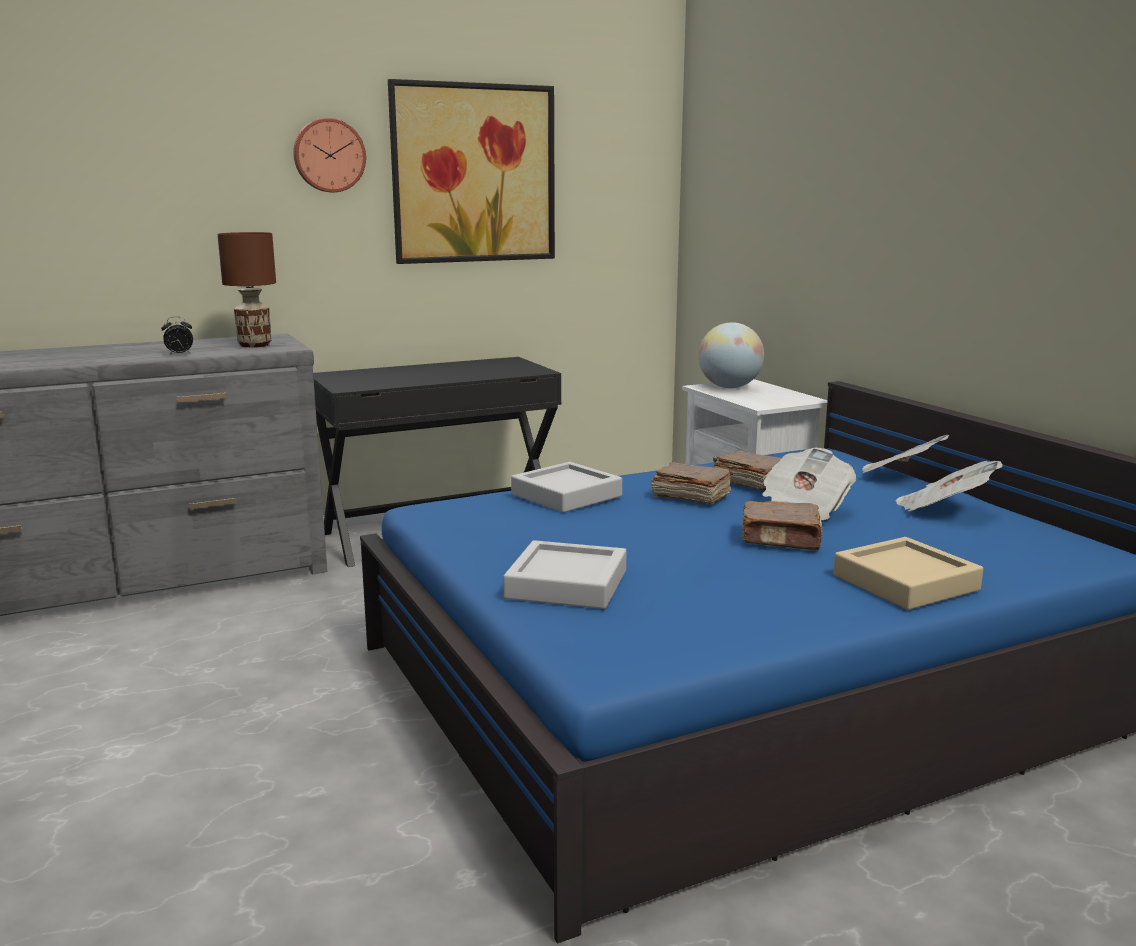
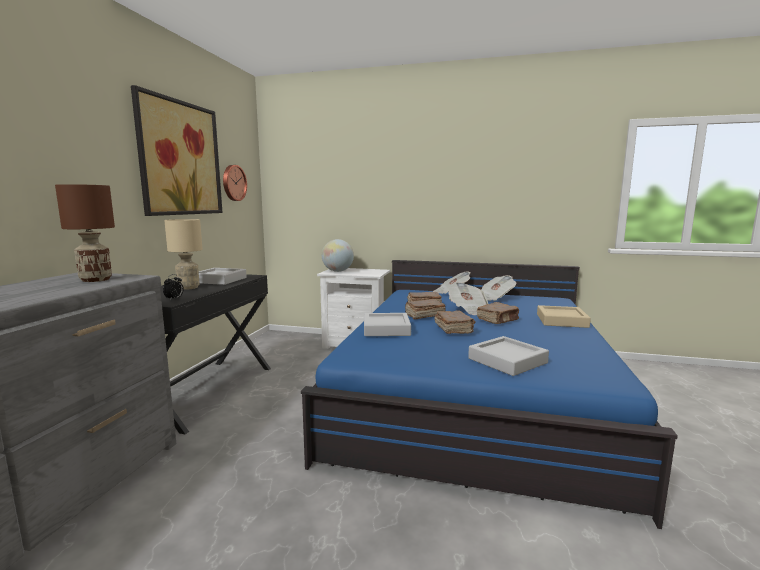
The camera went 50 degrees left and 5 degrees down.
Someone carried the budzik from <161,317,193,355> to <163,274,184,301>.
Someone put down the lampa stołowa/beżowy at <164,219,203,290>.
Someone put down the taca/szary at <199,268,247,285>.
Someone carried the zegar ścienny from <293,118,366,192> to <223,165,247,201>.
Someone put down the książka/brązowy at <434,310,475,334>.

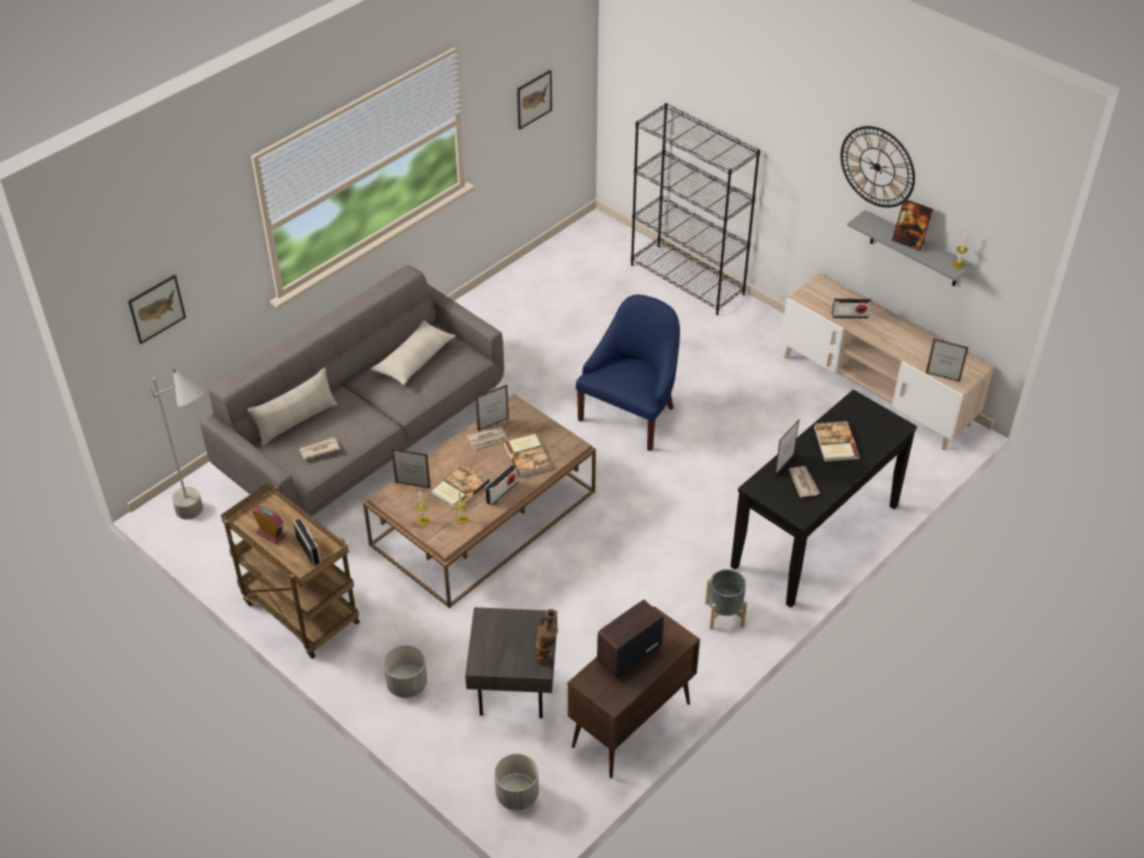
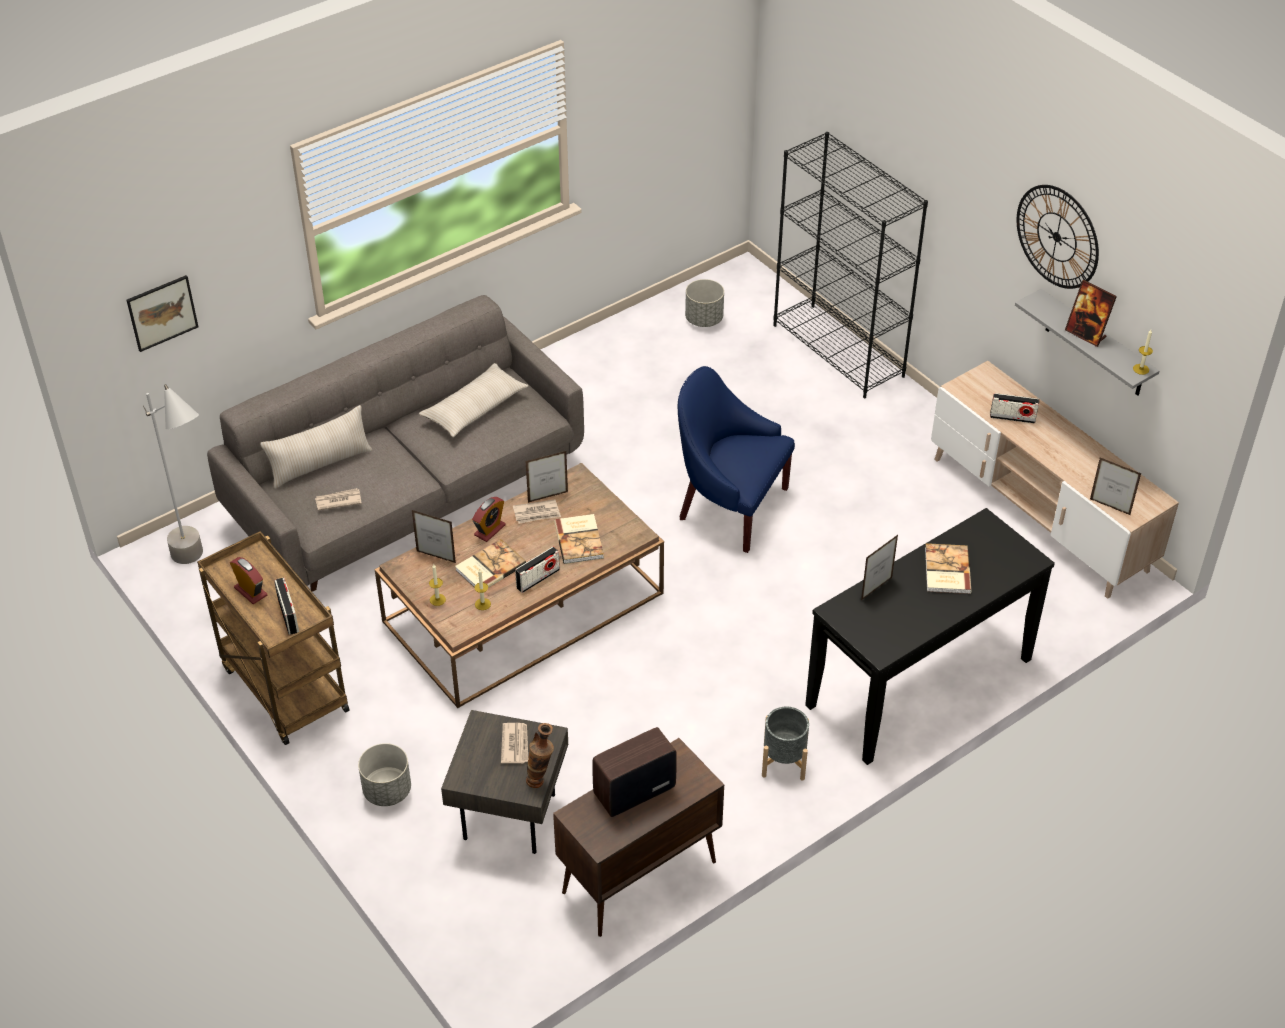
The camera went 10 degrees right and 0 degrees up.
Someone put down the budzik at <472,497,506,542>.
Someone carried the gazeta from <789,466,820,497> to <501,723,528,764>.
Someone rotated the fotel/niebieski at <576,295,680,451> by 105 degrees counterclockwise.
Someone carried the donica/szary from <494,754,539,810> to <685,279,724,327>.
Someone took away the obraz at <517,70,552,129>.

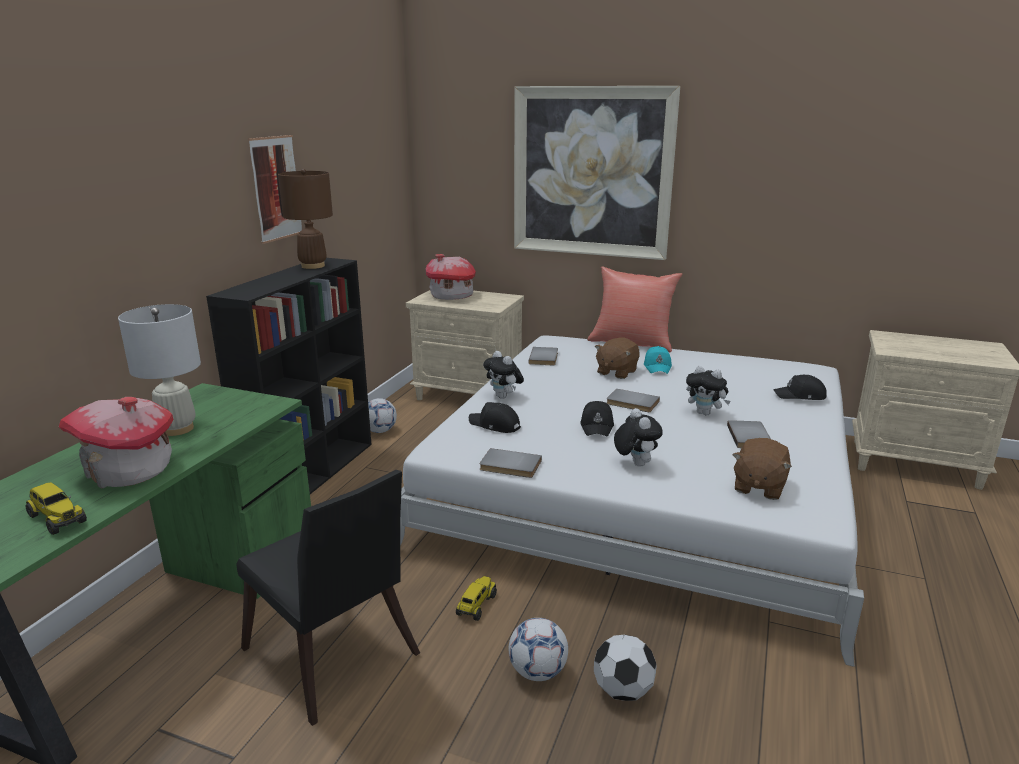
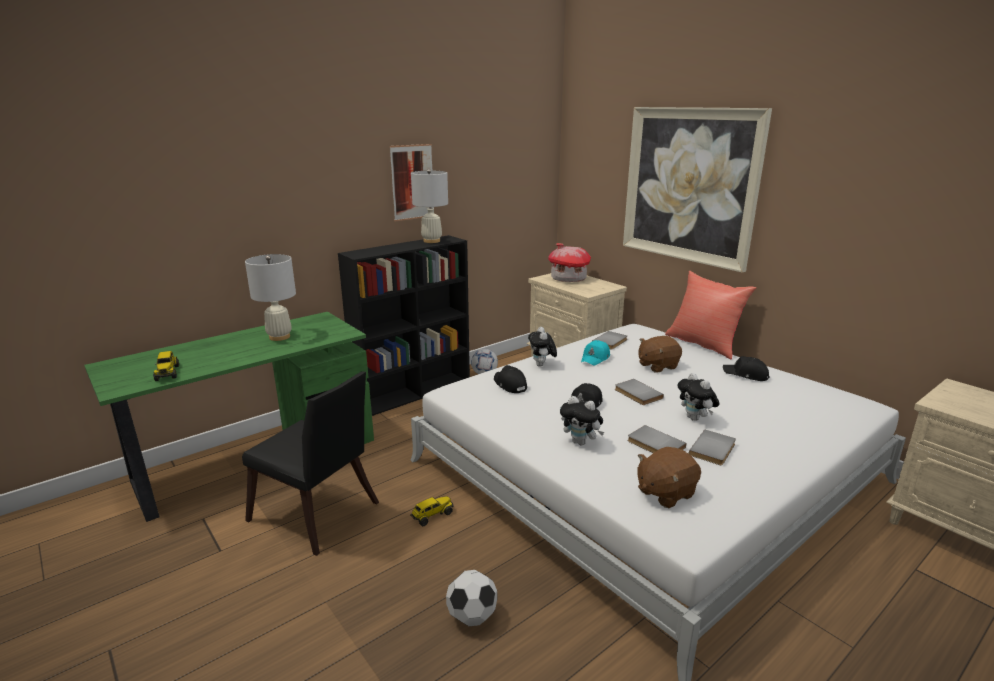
The camera went 30 degrees right and 0 degrees up.
Someone rotated the krzesło/czarny at <236,470,420,726> by 45 degrees counterclockwise.
Someone repainted the lampa stołowa/brązowy at <278,169,333,269>, which became the lampa stołowa/biały at <411,169,448,243>.
Someone rotated the pluszak at <614,408,662,467> by 105 degrees clockwise.
Someone carried the czapka z daszkiem/turkusowy from <644,346,672,374> to <581,340,610,366>.
Someone carried the książka/szary from <480,448,542,478> to <627,425,686,453>.
Someone carried the czapka z daszkiem/czarny from <773,375,827,400> to <723,356,770,381>.
Someone took away the domek at <59,397,174,488>.
Someone took away the piłka futbolowa at <508,618,568,681>.

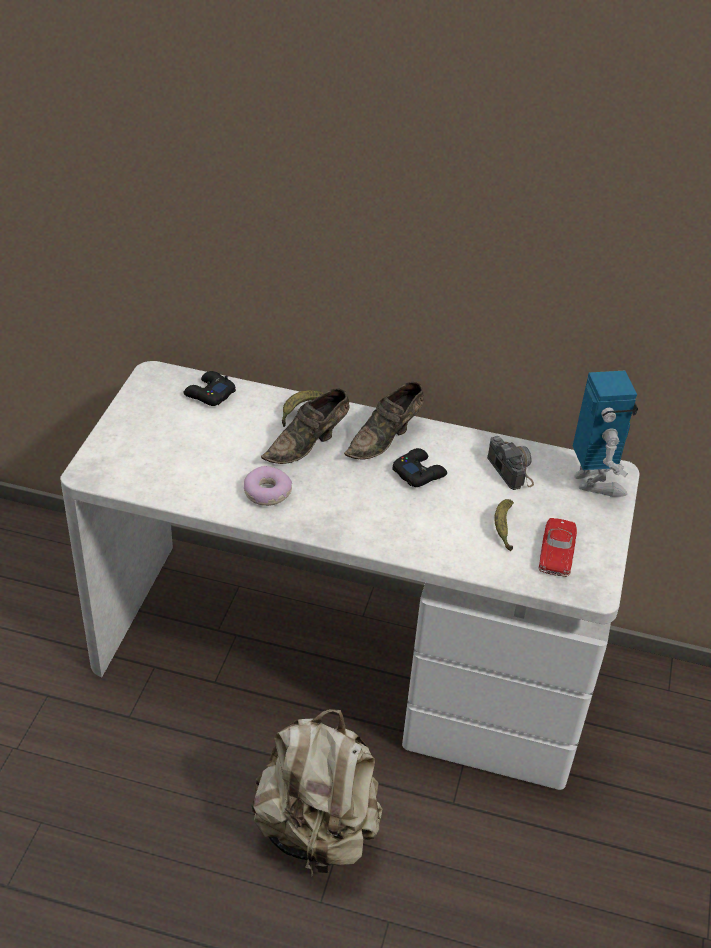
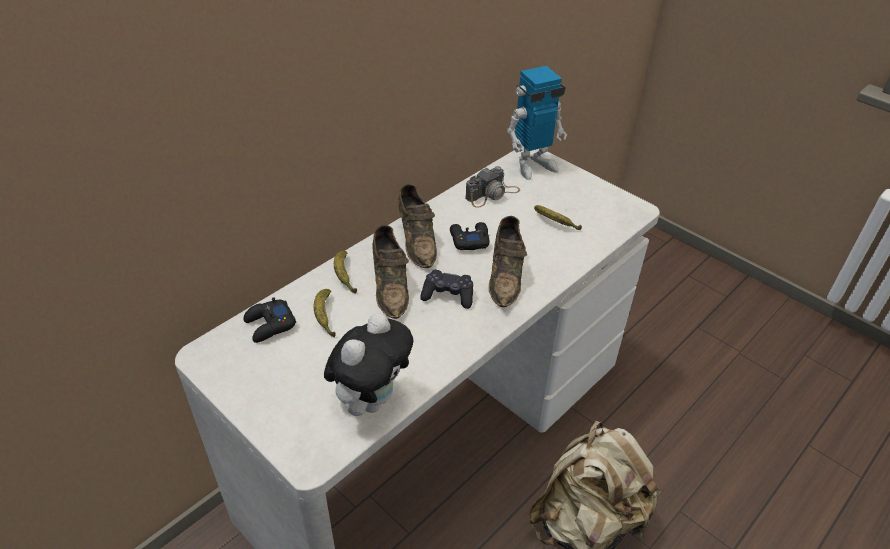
The camera went 60 degrees left and 0 degrees up.
Someone put down the banan at <314,289,336,337>.
Someone put down the pluszak at <324,313,413,416>.
Someone put down the pad do gier/czarny at <420,270,473,309>.
Someone rotated the aparat fotograficzny at <487,436,534,490> by 135 degrees clockwise.
Someone put down the but/brązowy at <489,216,527,307>.
Someone rotated the robot zabawkowy at <573,371,638,497> by 135 degrees clockwise.
Someone took away the donut at <244,466,292,506>.
Someone took away the samochodzik/czerwony at <538,518,577,577>.

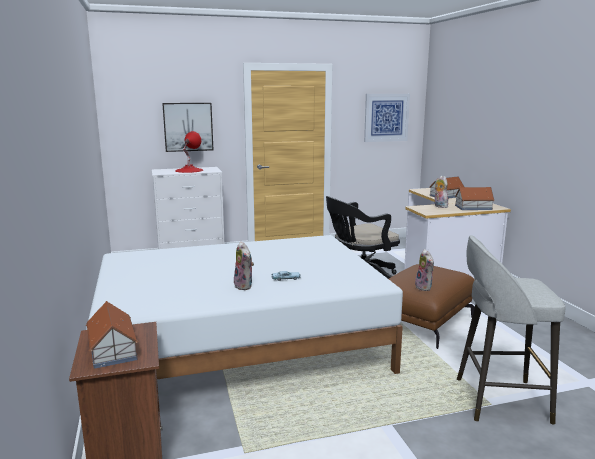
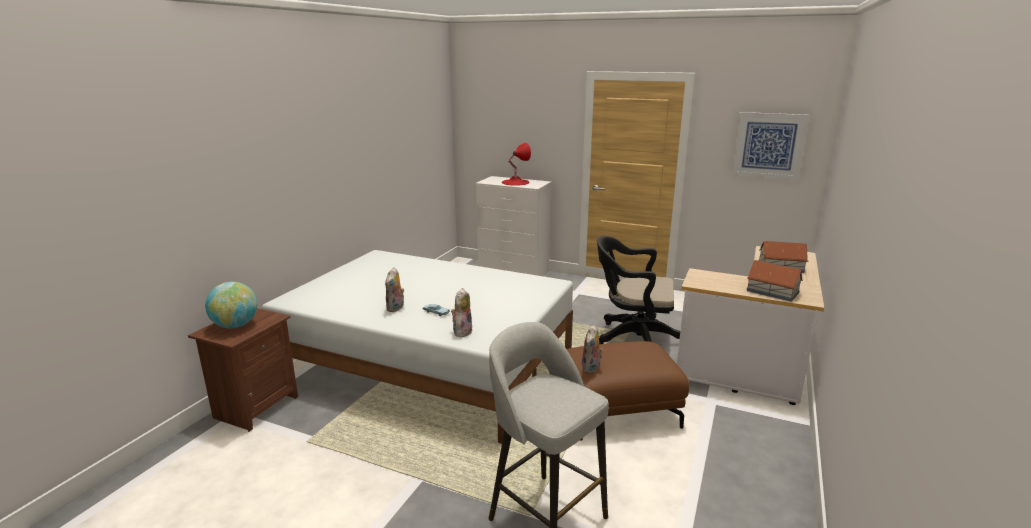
The camera went 40 degrees right and 5 degrees up.
Someone swapped the domek at <86,301,139,369> for the globus at <205,282,257,328>.
Someone carried the pluszak from <435,176,448,208> to <451,288,473,337>.
Someone took away the obraz at <162,103,213,152>.

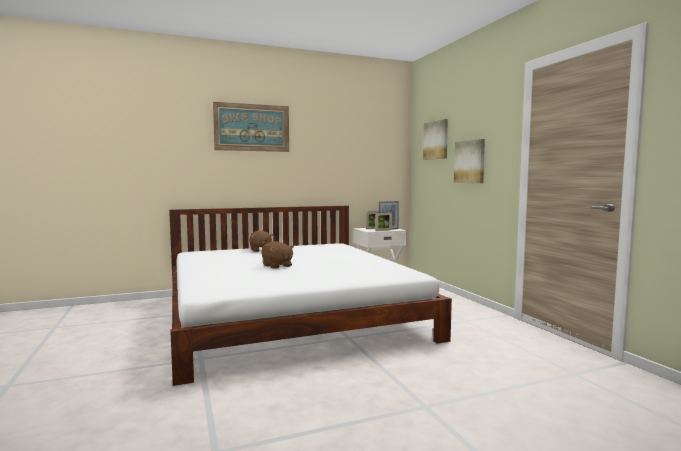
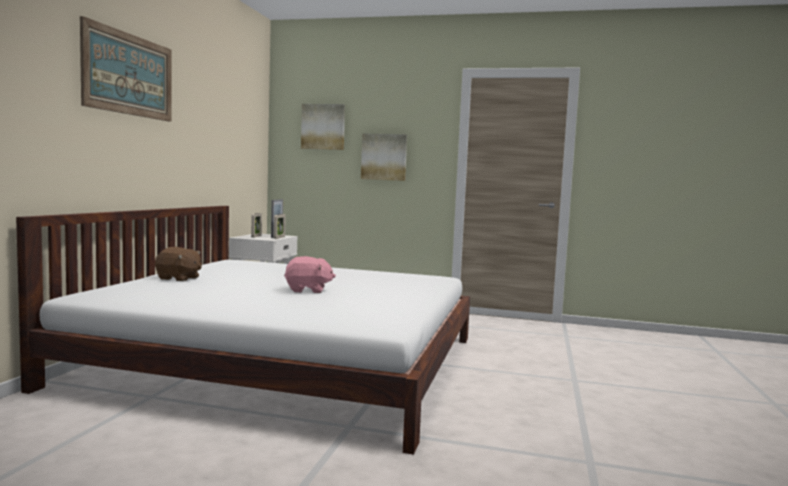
The camera went 55 degrees left and 0 degrees up.
Someone repainted the pluszak/brązowy at <262,241,294,269>, which became the pluszak/różowy at <284,256,336,293>.

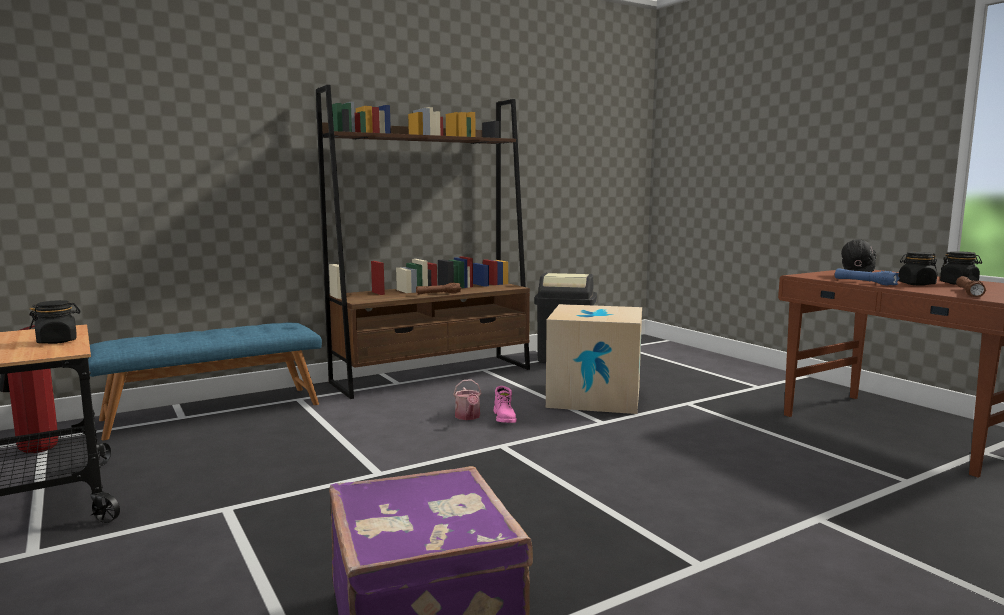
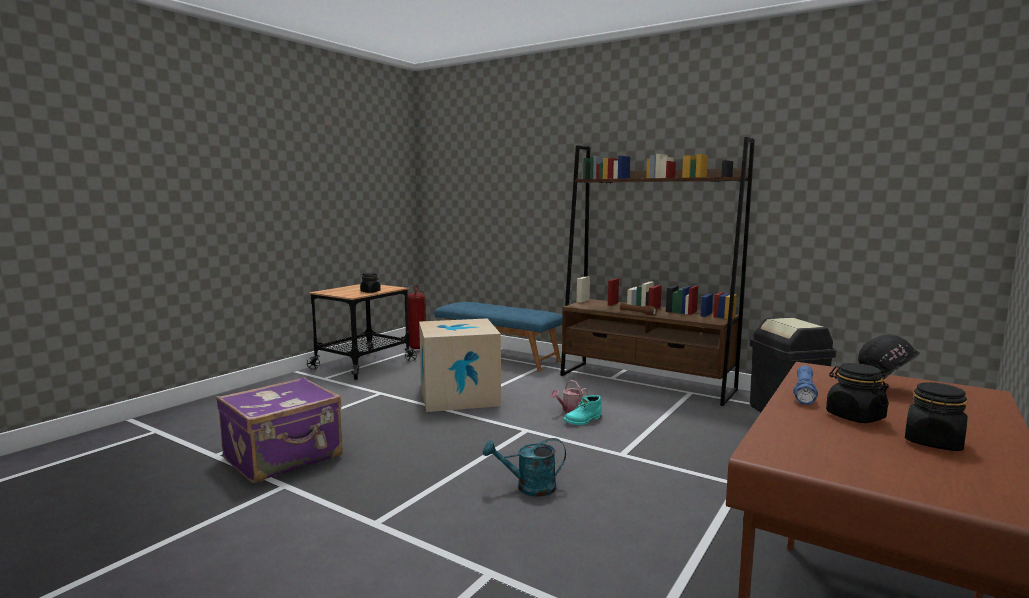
The camera went 65 degrees right and 0 degrees up.
Someone carried the karton from <546,304,642,414> to <419,318,501,412>.
Someone put down the konewka/turkusowy at <483,438,566,497>.
Someone repainted the but z cholewką/różowy at <494,386,517,423>, which became the but z cholewką/turkusowy at <564,395,602,425>.
Someone took away the latarka/brązowy at <956,276,986,297>.

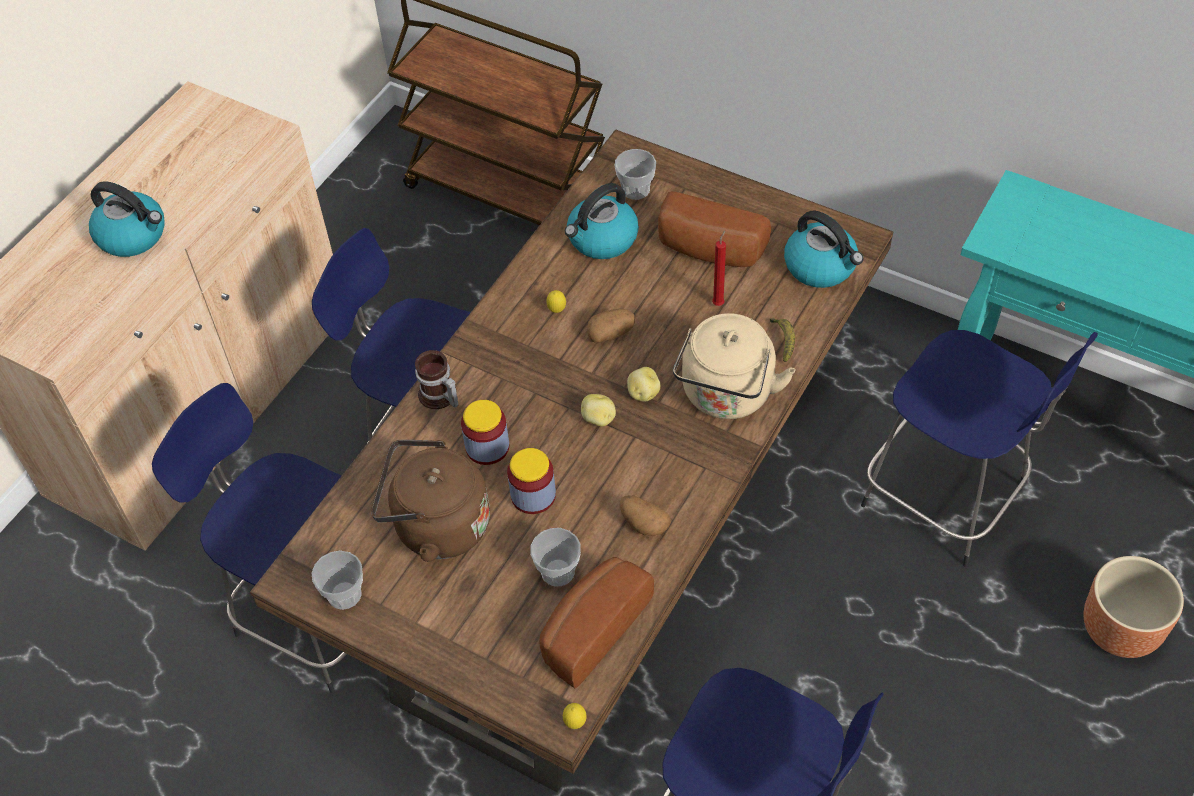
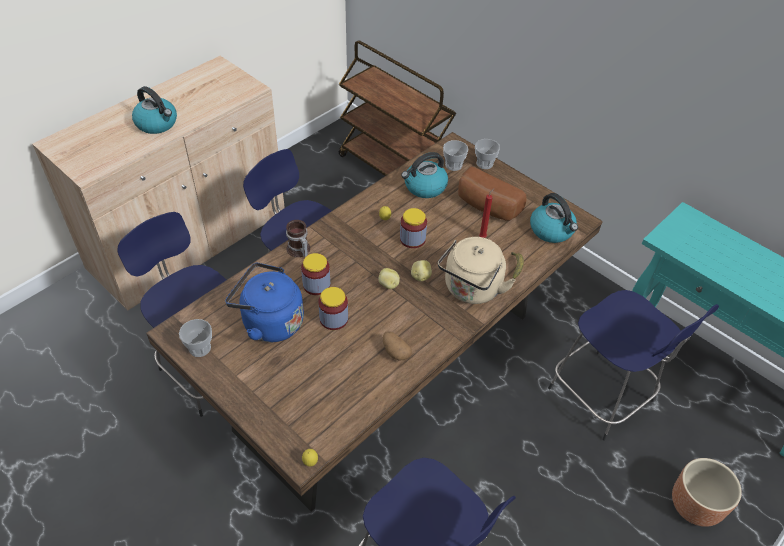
The camera went 10 degrees right and 5 degrees down.
Someone repainted the czajnik/brązowy at <371,440,490,562>, which became the czajnik/niebieski at <225,262,304,342>.
Someone swapped the ziemniak at <587,308,635,343> for the słoik at <400,208,427,248>.
Someone carried the filiżanka from <530,528,581,586> to <475,139,500,169>.
Someone took away the chleb at <539,557,654,688>.

